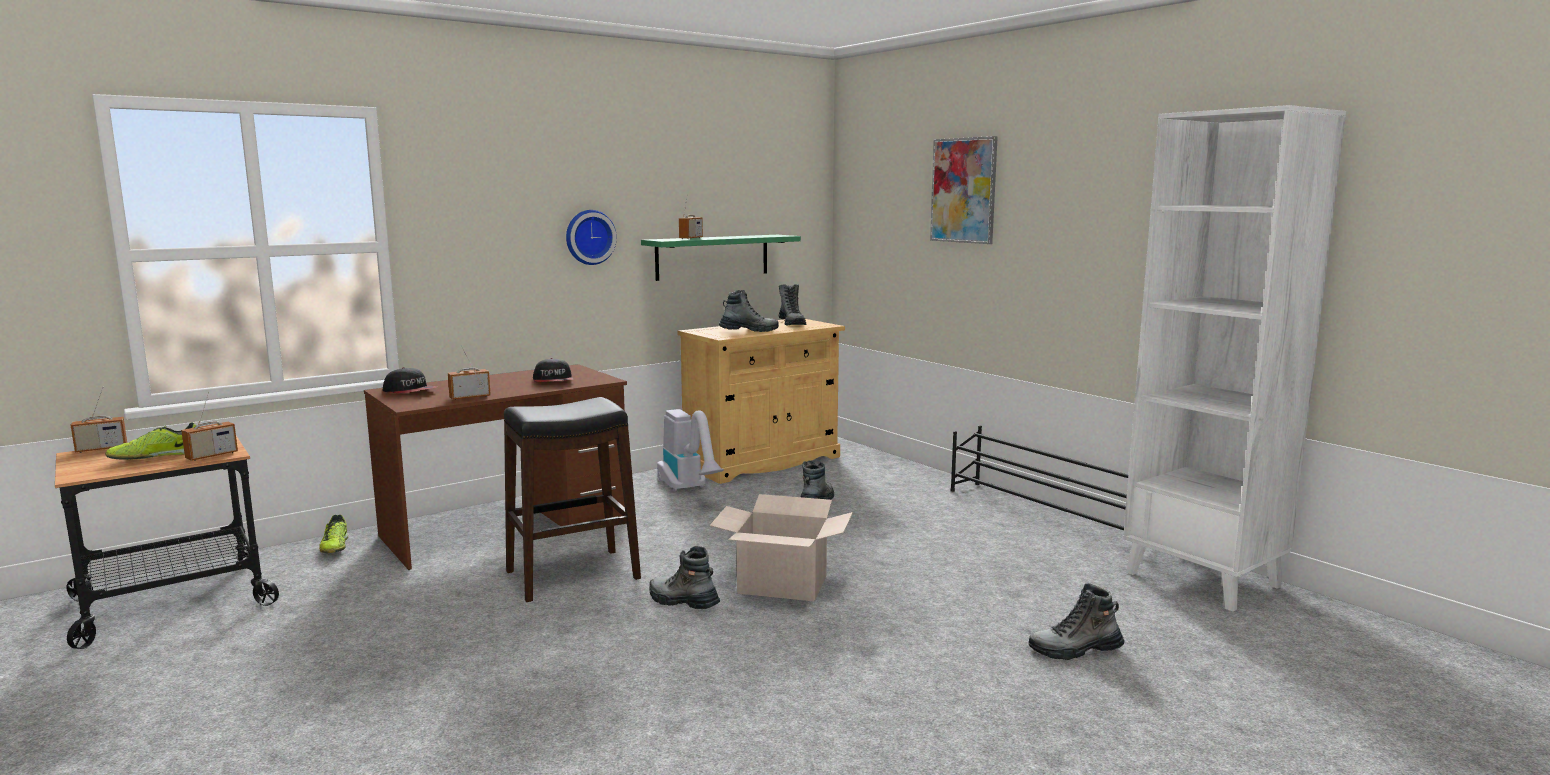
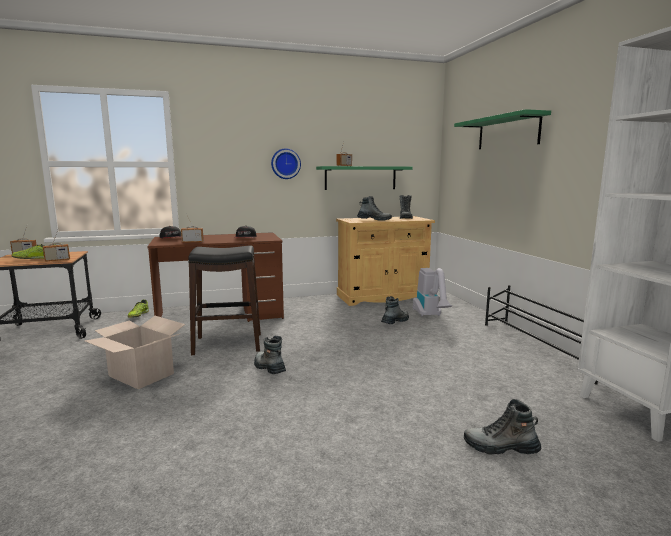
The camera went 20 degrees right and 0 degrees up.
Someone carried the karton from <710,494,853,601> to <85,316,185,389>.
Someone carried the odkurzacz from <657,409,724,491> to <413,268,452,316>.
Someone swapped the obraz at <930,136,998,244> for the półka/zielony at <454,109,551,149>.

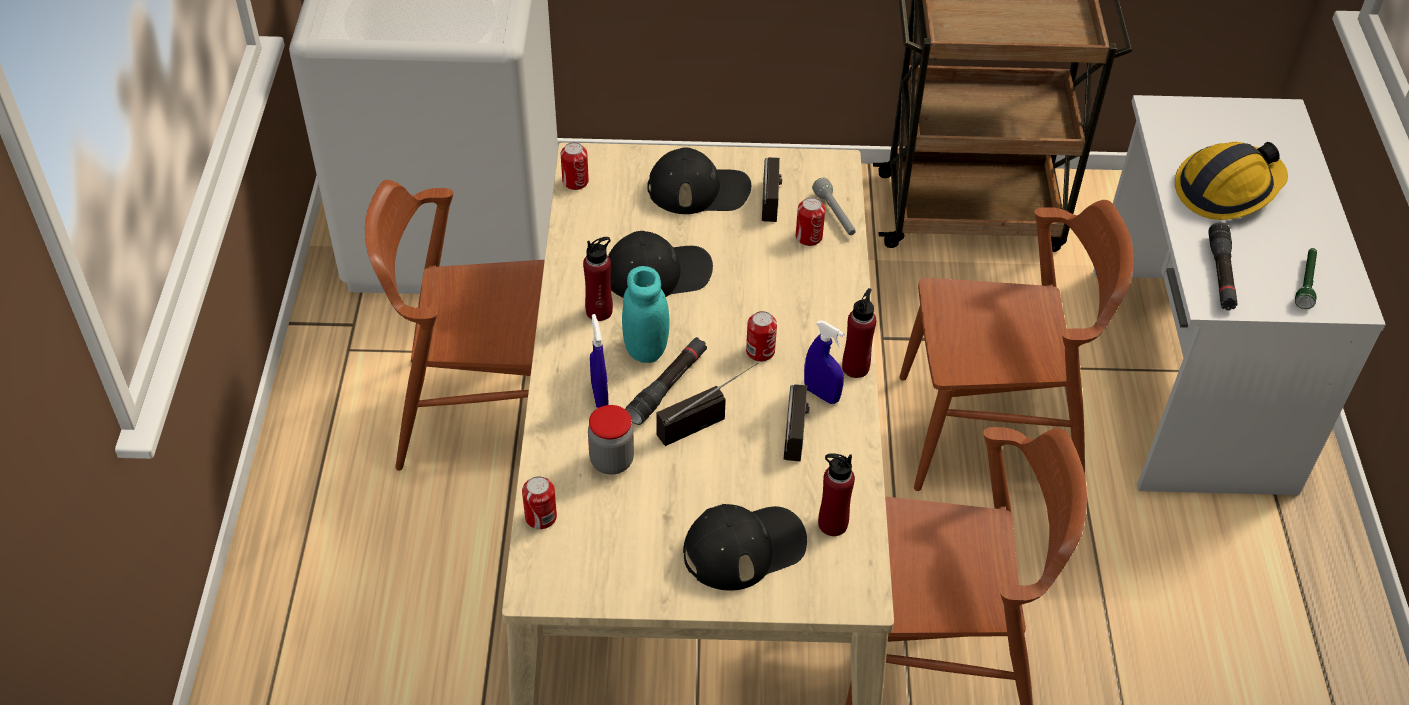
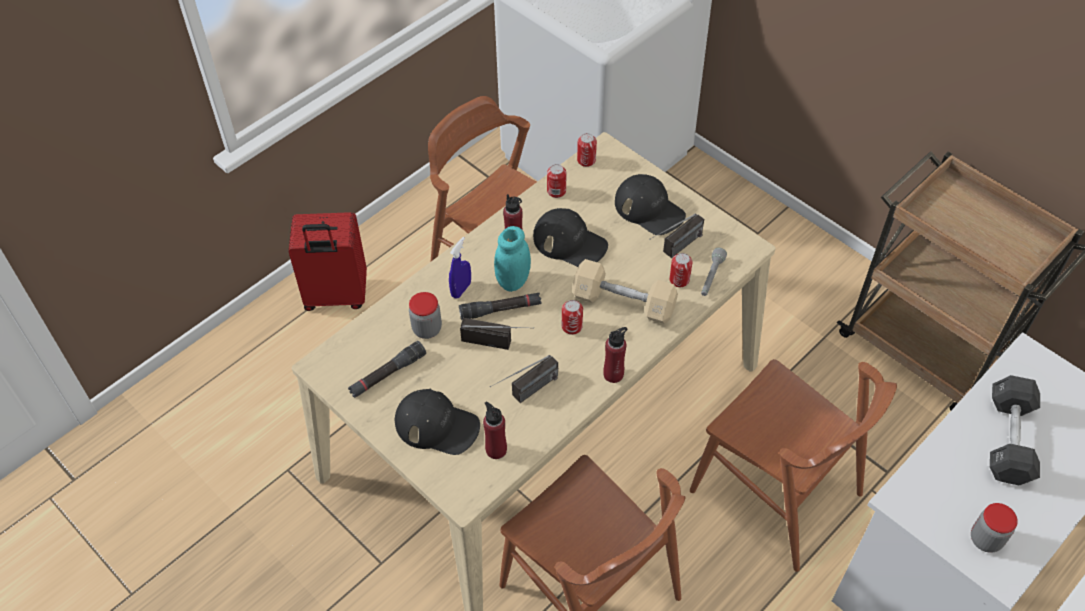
The camera went 45 degrees right and 5 degrees up.
Someone put down the walizka/czerwony at <288,212,367,311>.
Someone carried the latarka/czarny from <1208,222,1238,310> to <348,341,426,398>.
Someone carried the puszka from <522,476,557,529> to <547,164,566,198>.
Someone put down the hantel/beżowy at <572,259,678,324>.
Someone swapped the latarka/zielony at <1295,248,1317,309> for the słoik at <971,503,1018,553>.
Someone swapped the kask at <1175,142,1288,220> for the hantel/czarny at <990,375,1040,485>.
Someone took away the spryskiwacz/niebieski at <804,320,845,404>.

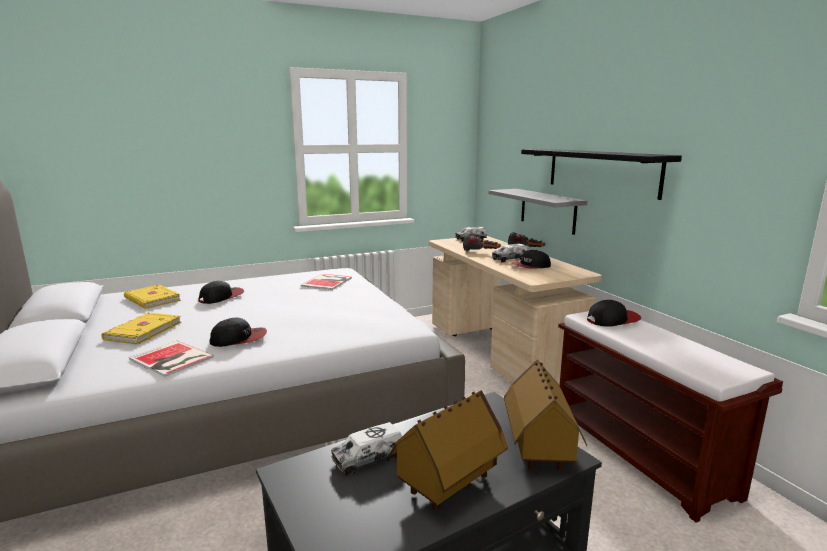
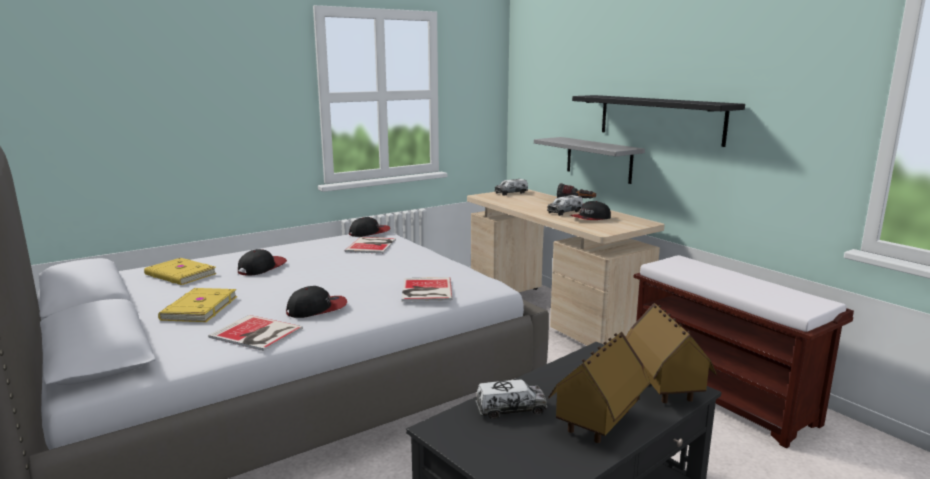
The camera went 10 degrees left and 0 degrees up.
Someone carried the czapka z daszkiem from <587,300,641,326> to <349,217,390,237>.
Someone put down the książka at <402,277,452,301>.
Someone rotated the ciężarówka zabawkowa at <331,422,402,476> by 150 degrees counterclockwise.
Someone took away the latarka at <463,234,501,251>.

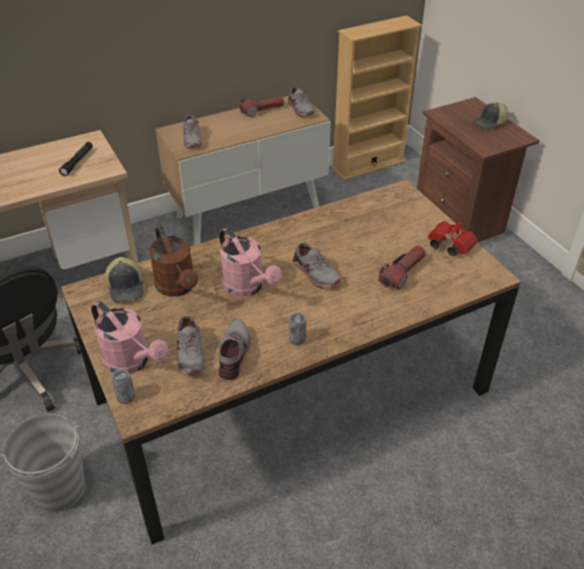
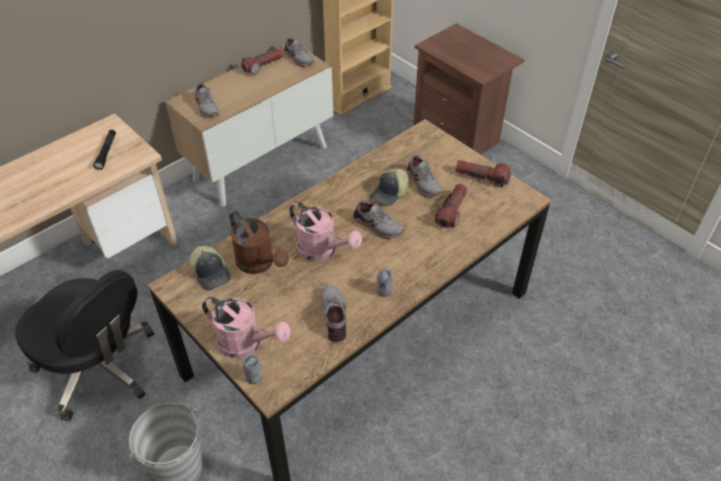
The camera went 15 degrees left and 5 degrees up.
Someone carried the czapka z daszkiem from <473,102,509,130> to <370,168,409,206>.
Someone carried the but/szary from <177,316,205,375> to <407,155,442,197>.
Someone swapped the lornetka/czerwony at <428,221,477,256> for the latarka at <456,160,511,187>.

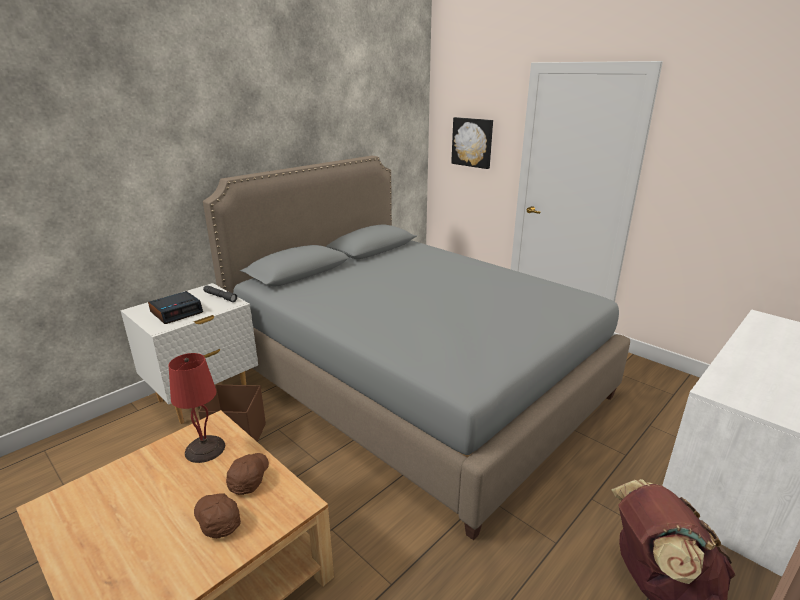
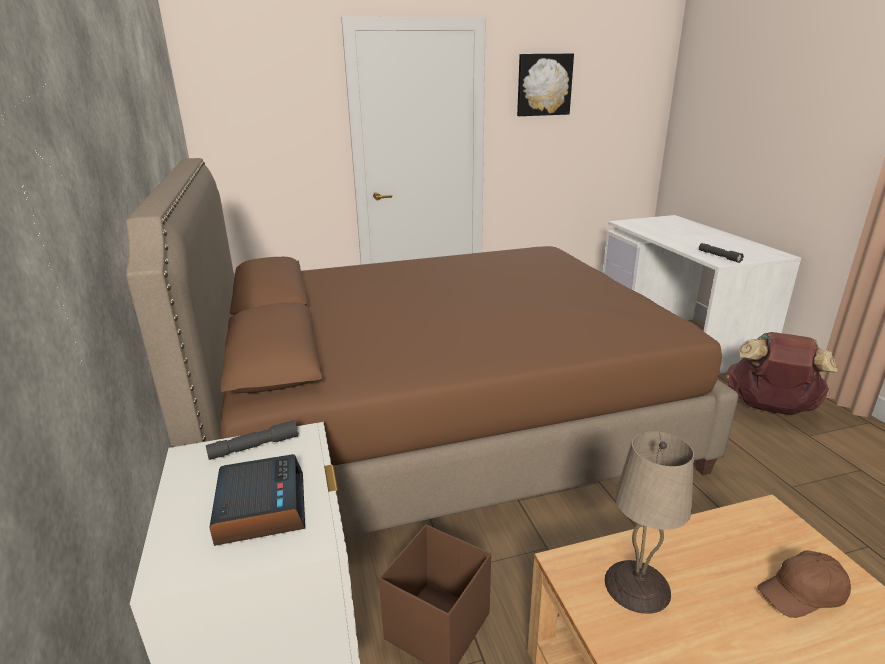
The camera went 60 degrees left and 0 degrees up.
Someone repainted the łóżko/szary at <203,156,630,540>, which became the łóżko/brązowy at <126,158,738,538>.
Someone carried the obraz from <451,117,493,169> to <517,54,574,116>.
Someone repainted the lampa stołowa/czerwony at <169,353,225,463>, which became the lampa stołowa/beżowy at <605,431,694,614>.
Someone put down the latarka/szary at <699,243,744,263>.
Someone took away the czapka z daszkiem/brązowy at <226,453,269,495>.

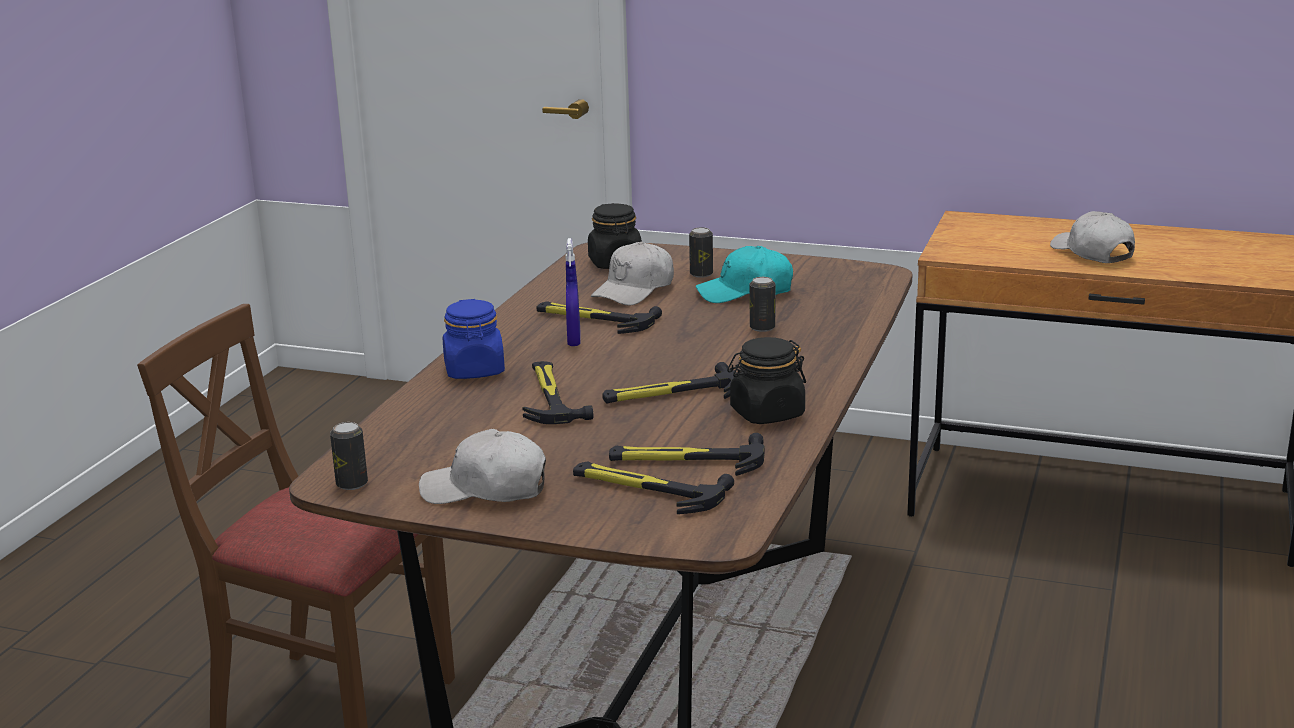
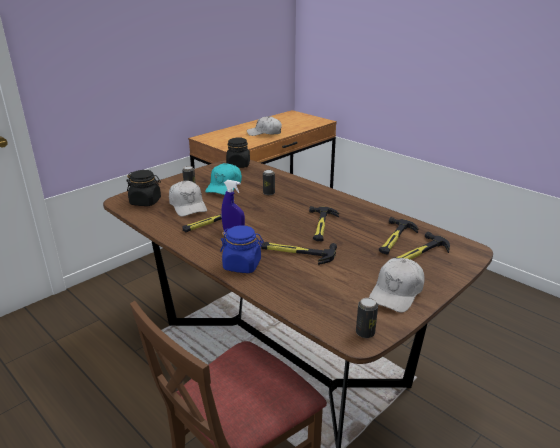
The camera went 65 degrees left and 5 degrees up.
Someone carried the słoik/czarny from <727,337,806,424> to <226,137,250,168>.

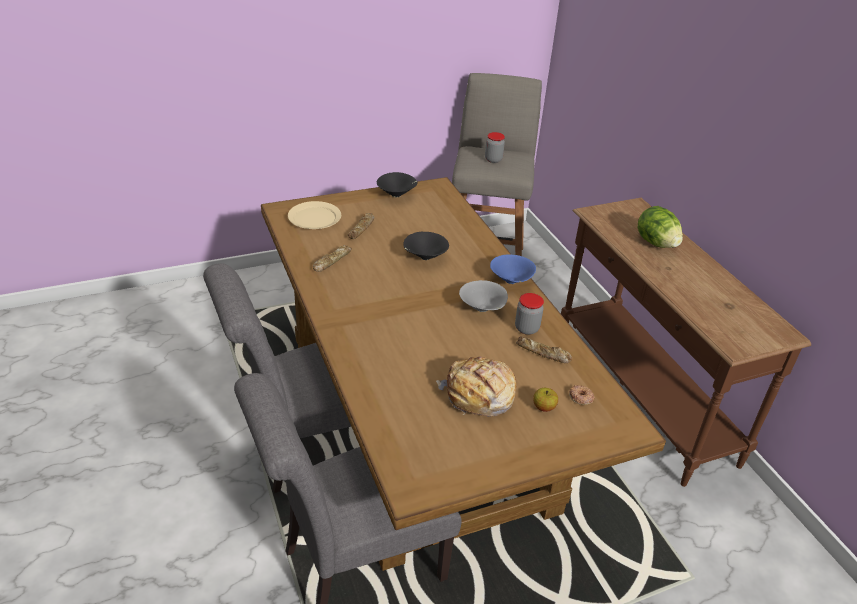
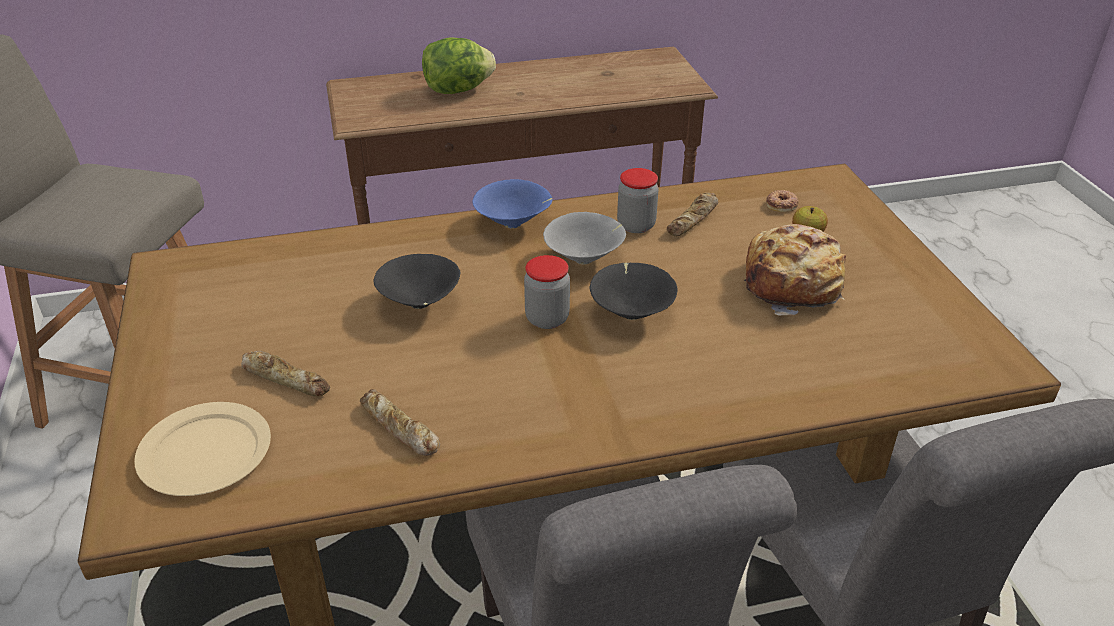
The camera went 80 degrees left and 0 degrees up.
Someone carried the słoik from <485,132,505,163> to <524,255,570,329>.
Someone carried the miska/czarny from <377,172,417,197> to <590,263,678,320>.

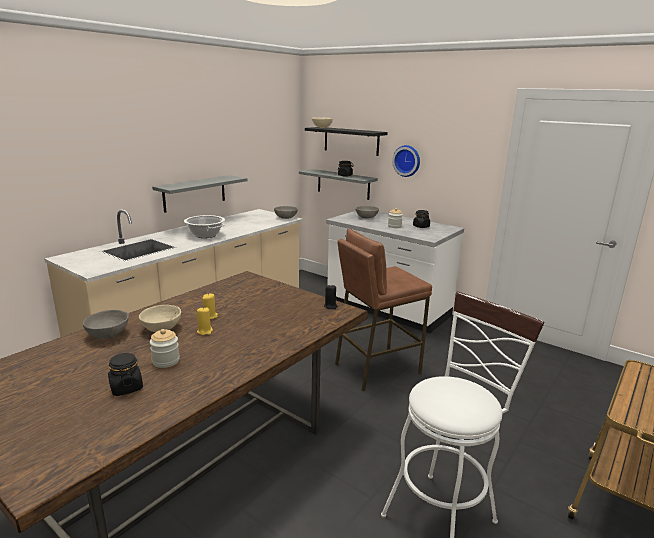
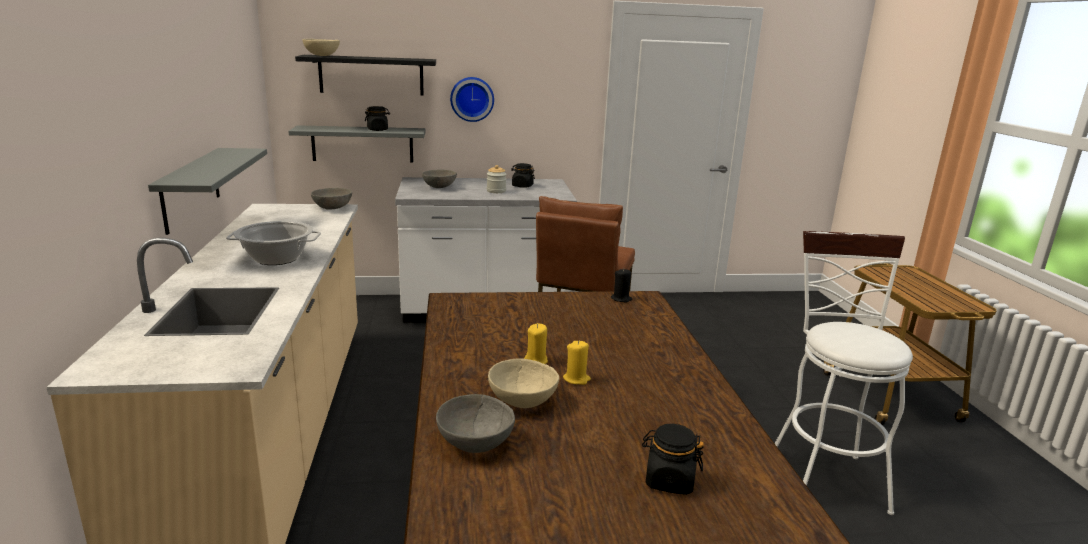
The camera went 45 degrees left and 0 degrees up.
Someone took away the słoik at <150,329,180,368>.

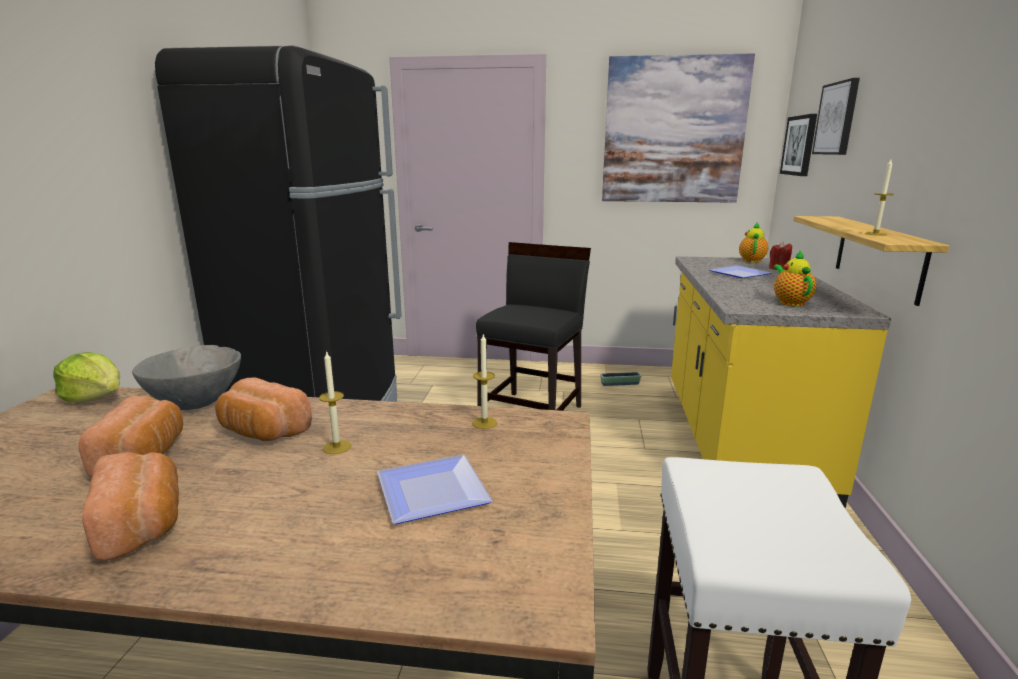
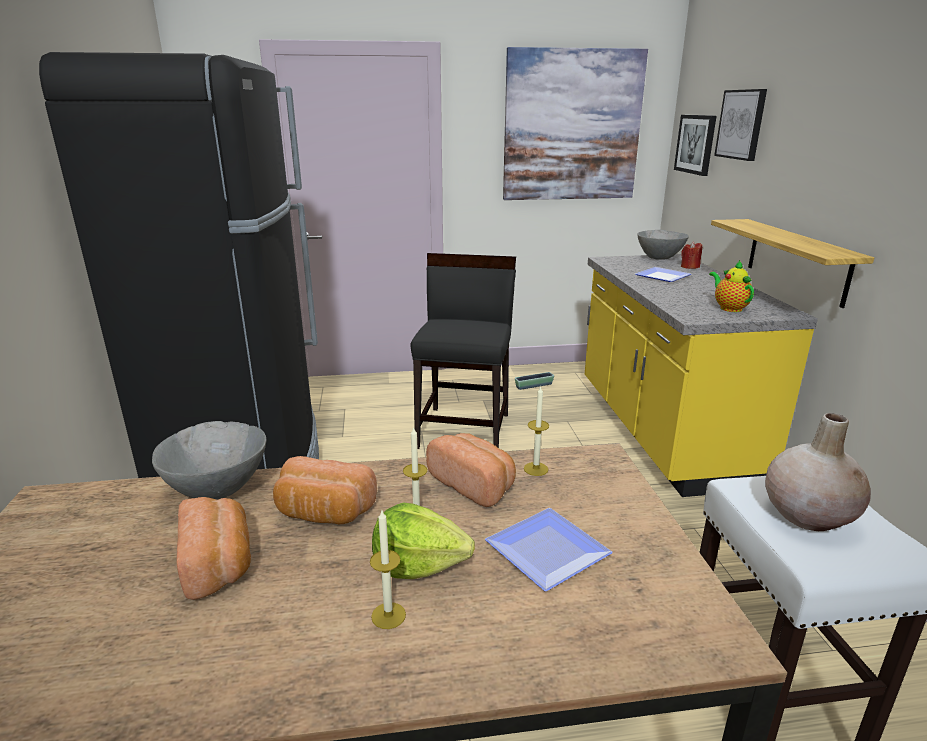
The camera went 15 degrees left and 5 degrees up.
Someone carried the świeca from <864,159,894,236> to <370,510,406,629>.
Someone carried the sałata from <53,352,120,402> to <372,502,475,579>.
Someone carried the chleb from <82,452,179,561> to <426,433,516,507>.
Someone swapped the imbryk at <739,222,768,263> for the miska/szary at <638,230,689,260>.
Someone put down the wazon/beżowy at <765,413,871,531>.

